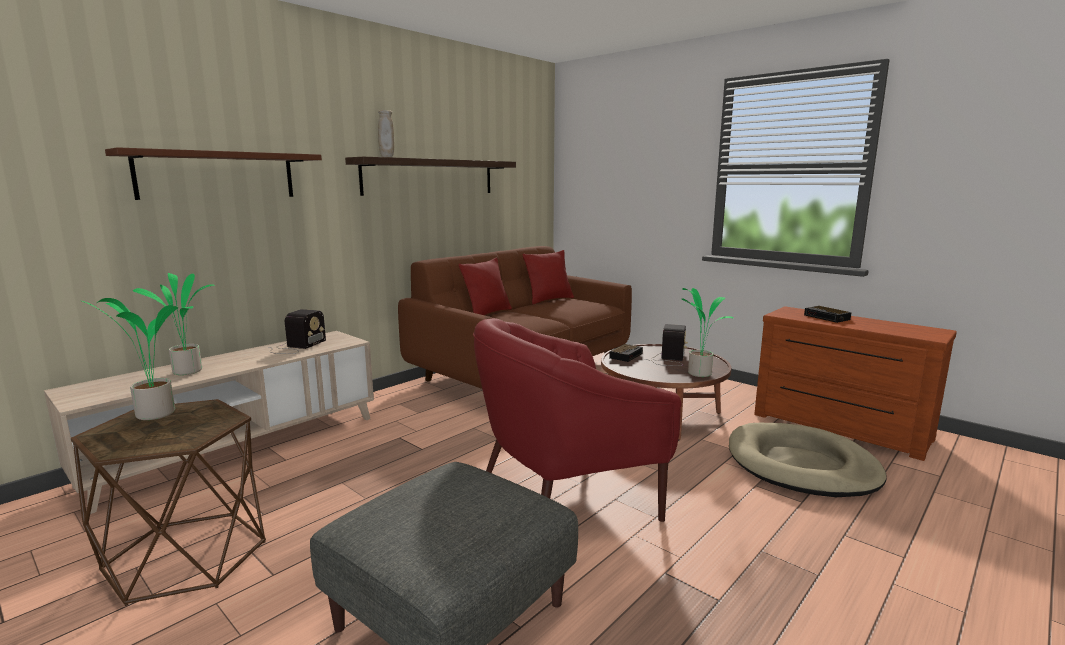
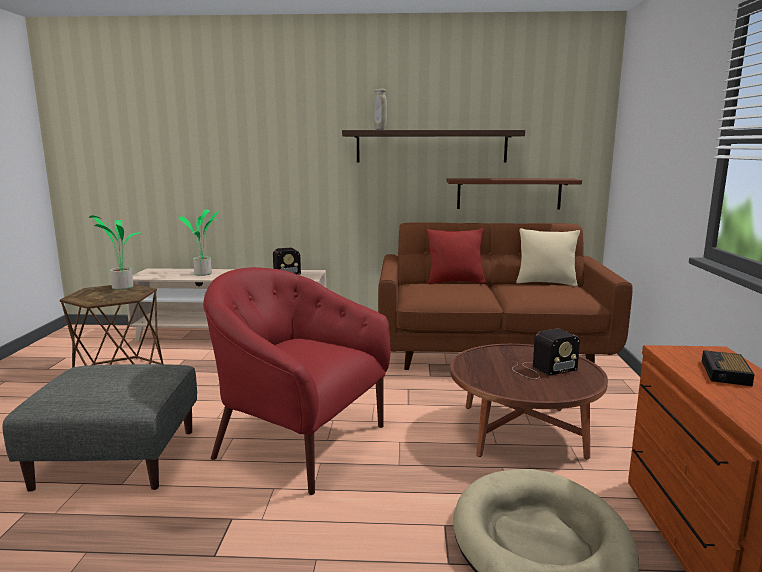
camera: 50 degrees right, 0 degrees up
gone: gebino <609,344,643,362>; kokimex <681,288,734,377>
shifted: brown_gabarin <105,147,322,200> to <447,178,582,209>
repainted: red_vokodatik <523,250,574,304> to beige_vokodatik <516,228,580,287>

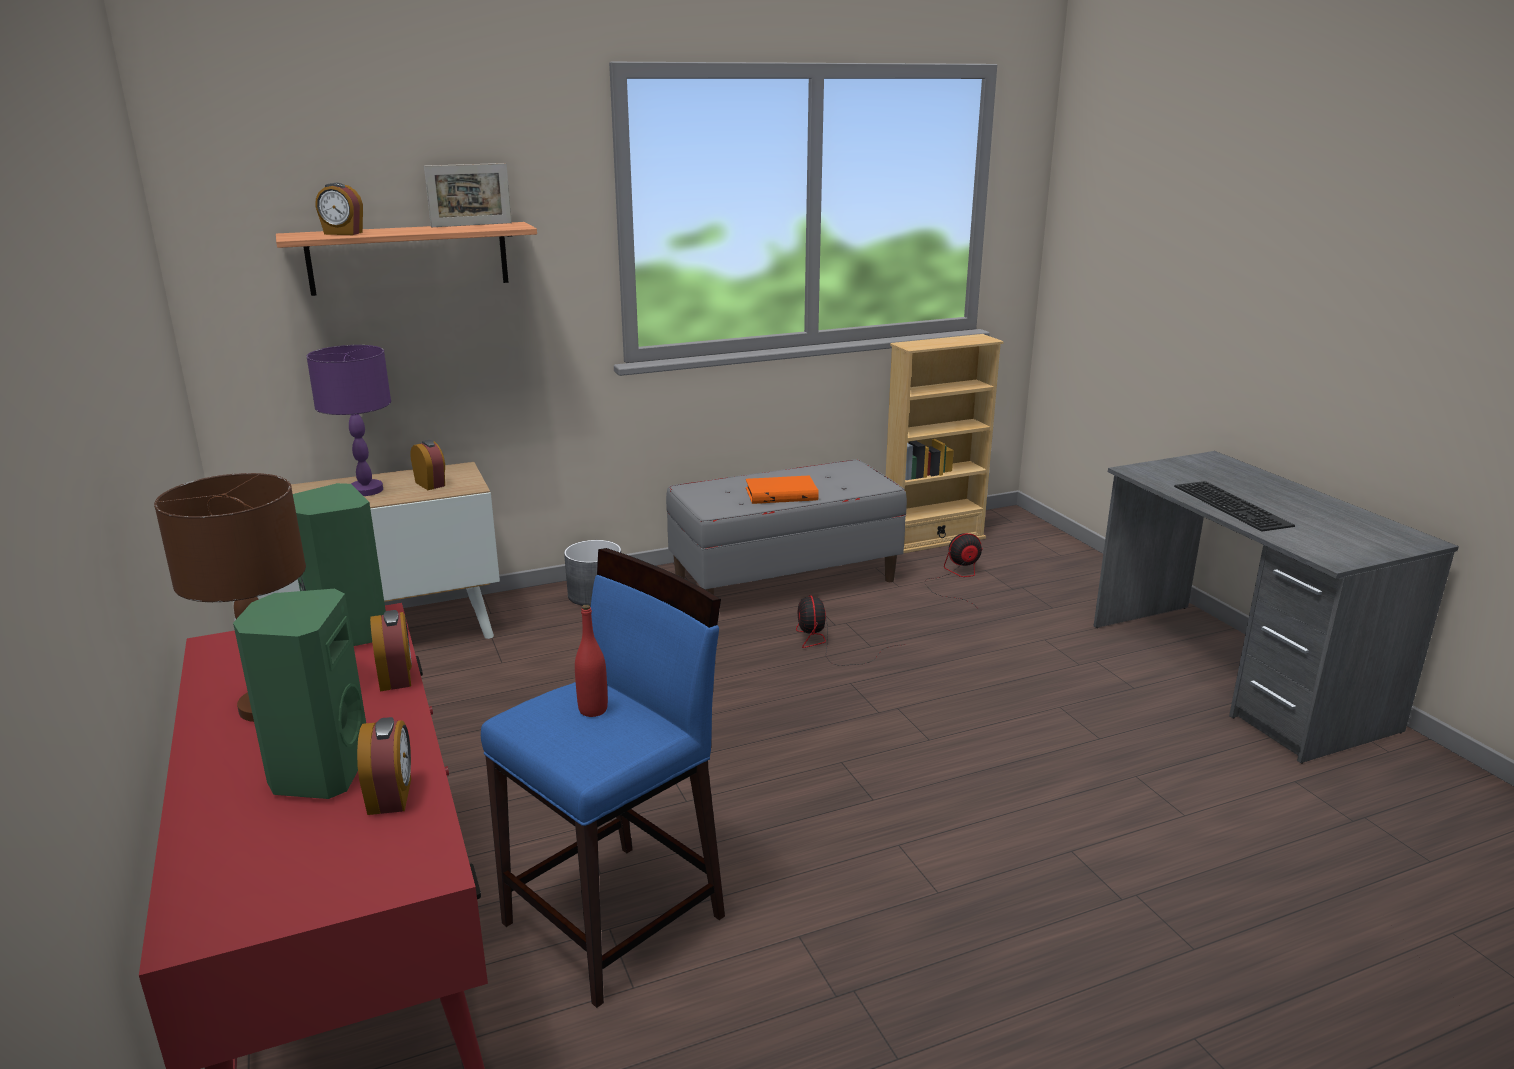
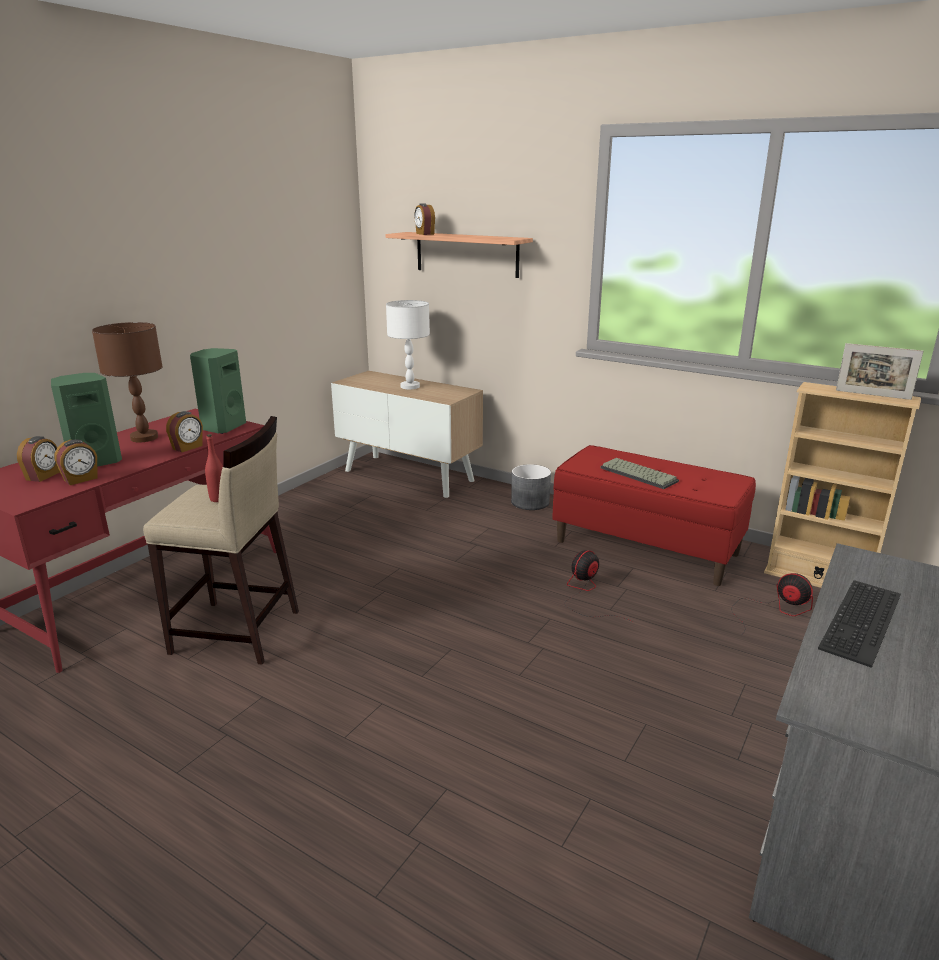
camera: 55 degrees right, 0 degrees up
shifted: gebino <410,440,445,490> to <17,436,60,482>; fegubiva <424,163,512,227> to <836,343,923,400>
swapped: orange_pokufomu <746,475,819,504> to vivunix <600,458,679,489>
repainted: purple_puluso <306,345,391,496> to white_puluso <386,300,430,389>; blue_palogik <481,548,725,1008> to beige_palogik <143,416,299,665>; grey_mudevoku <666,459,907,595> to red_mudevoku <552,445,756,586>

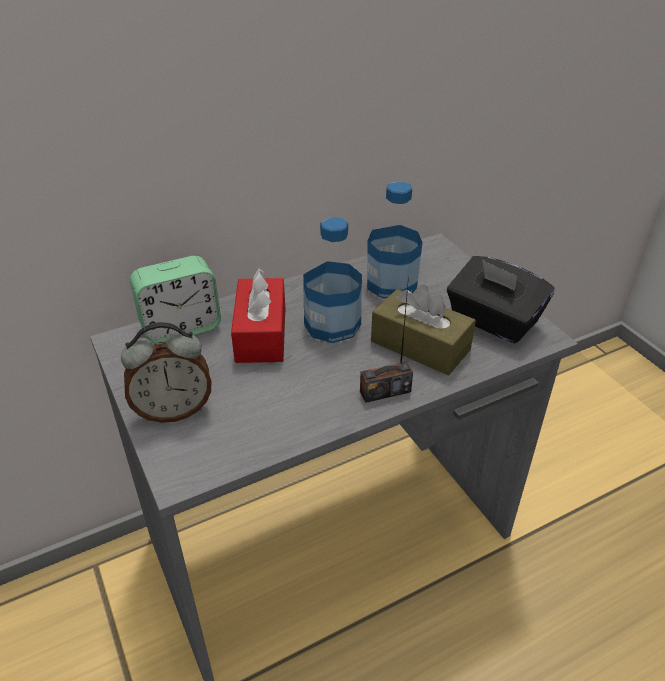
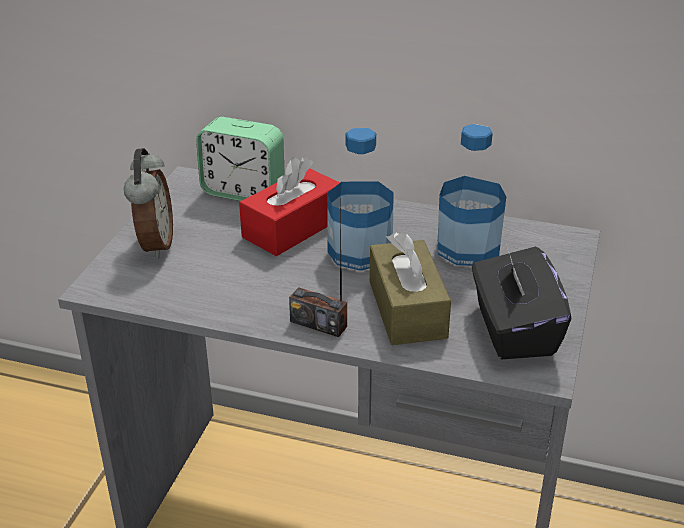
camera: 45 degrees right, 5 degrees down
rotated: gebino <121,322,212,423> = <124,148,173,259> 120 degrees counterclockwise

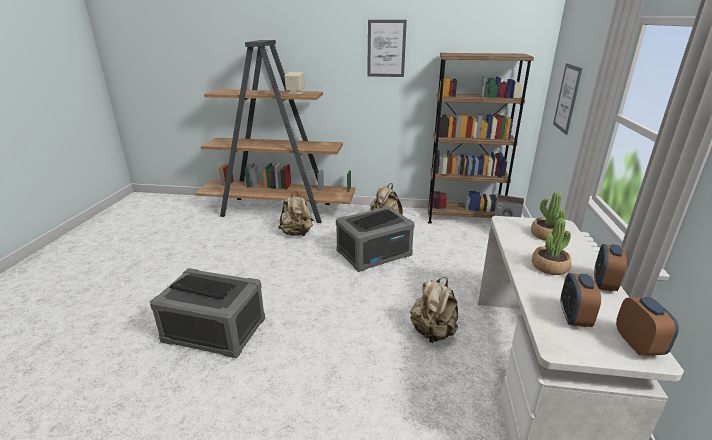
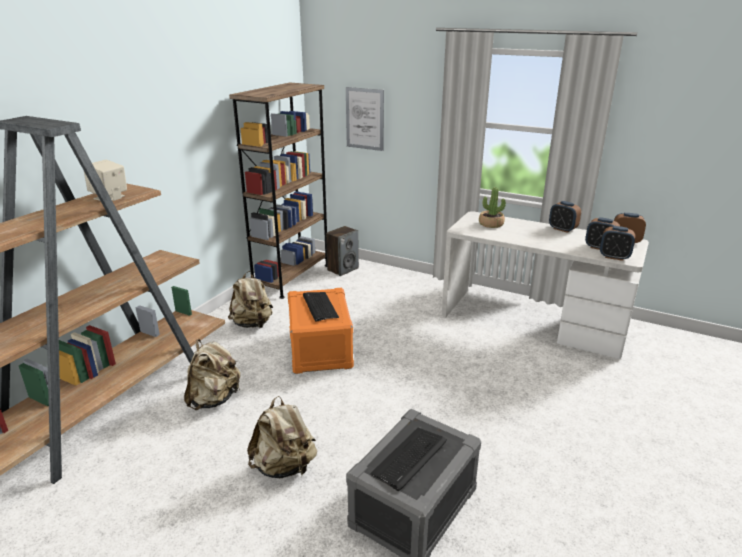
camera: 70 degrees left, 0 degrees up
gone: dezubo <367,20,407,77>; kokimex <532,218,571,275>
new: gebino <600,226,635,261>
shifted: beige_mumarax <410,277,458,343> to <247,396,317,478>
repainted: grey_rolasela <336,206,415,272> to orange_rolasela <288,288,354,374>

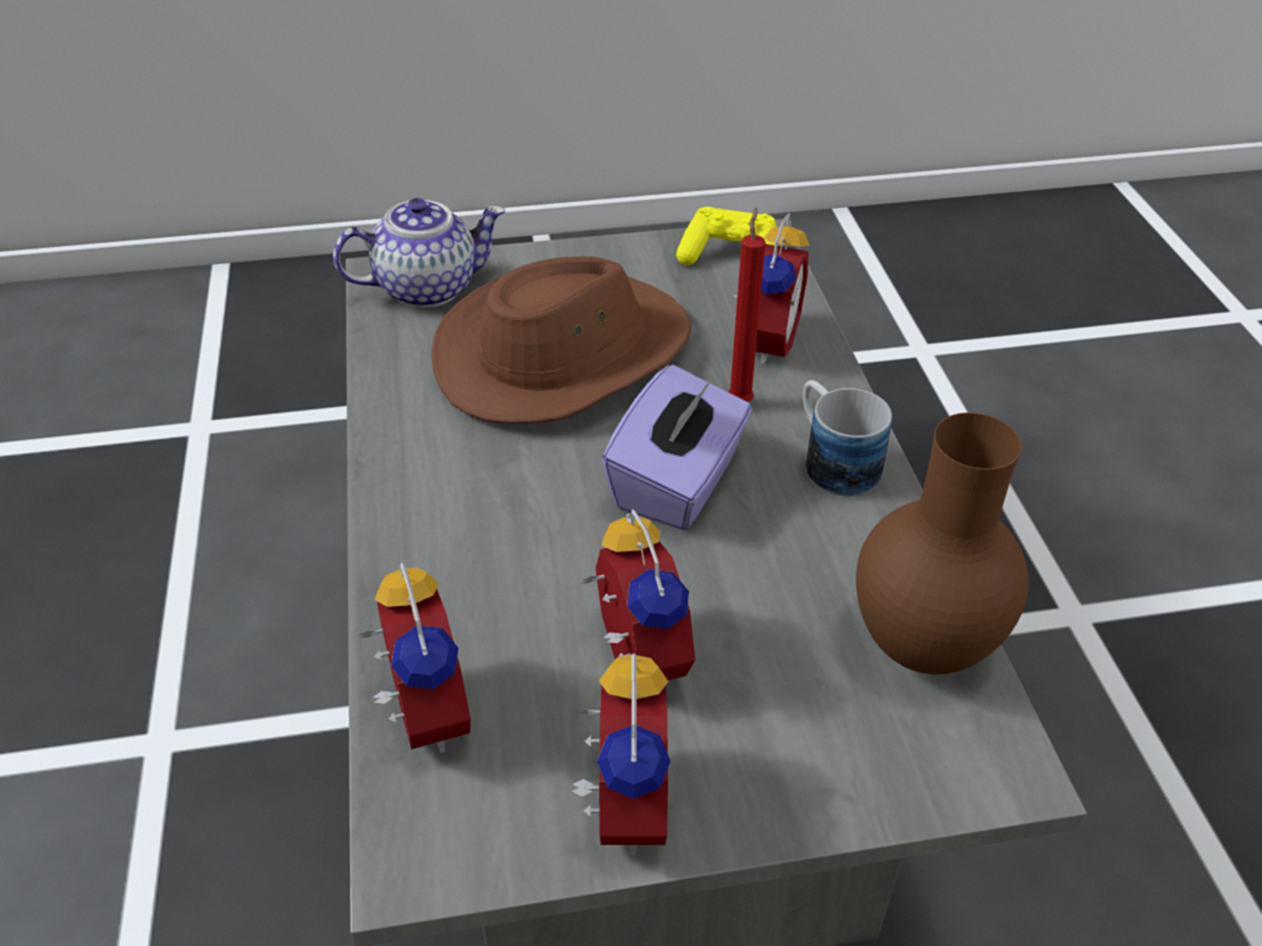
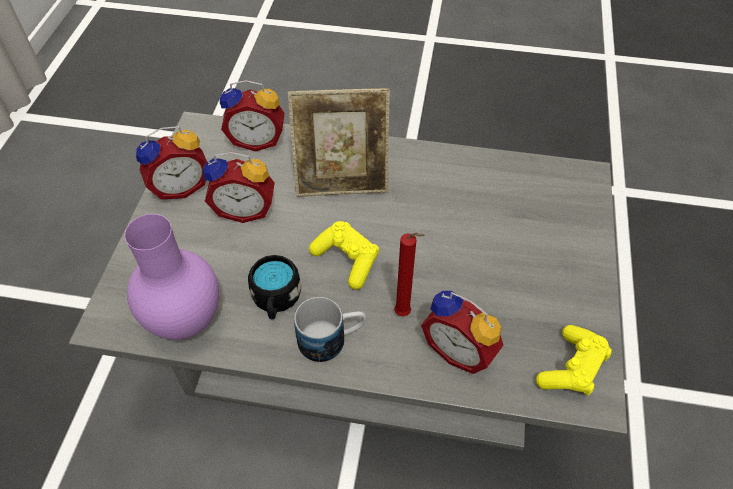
camera: 110 degrees right, 10 degrees up
gone: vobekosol <333,198,505,308>; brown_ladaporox <432,256,691,424>
new: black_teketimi <248,255,301,320>; fegubiva <288,88,390,197>
swapped: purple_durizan <602,365,752,531> to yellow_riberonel <309,221,379,290>
repainted: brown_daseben <856,413,1028,674> to purple_daseben <125,214,219,340>
rotated: gebino <571,653,671,855> = <136,126,207,199> 45 degrees counterclockwise

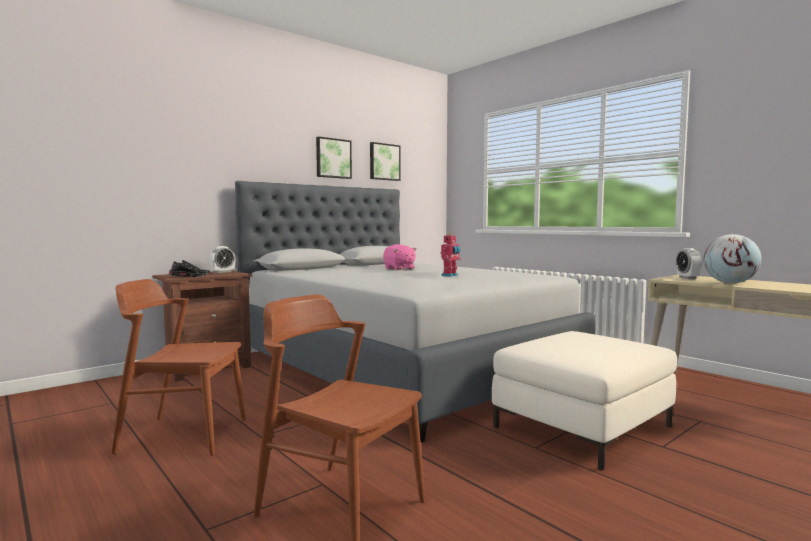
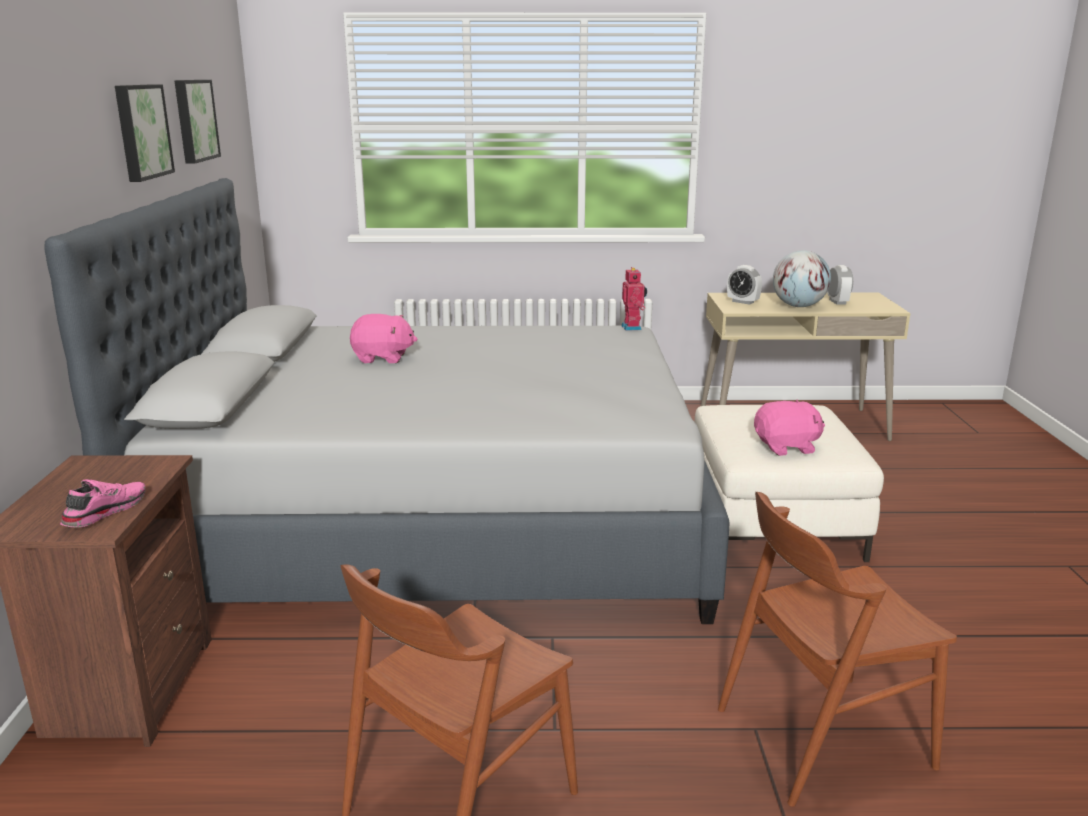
camera: 50 degrees left, 15 degrees up
new: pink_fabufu <754,400,825,456>
shifted: gebino <210,246,235,273> to <827,265,853,305>; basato <441,233,461,277> to <621,267,647,331>
repainted: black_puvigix <168,260,210,277> to pink_puvigix <60,479,146,527>

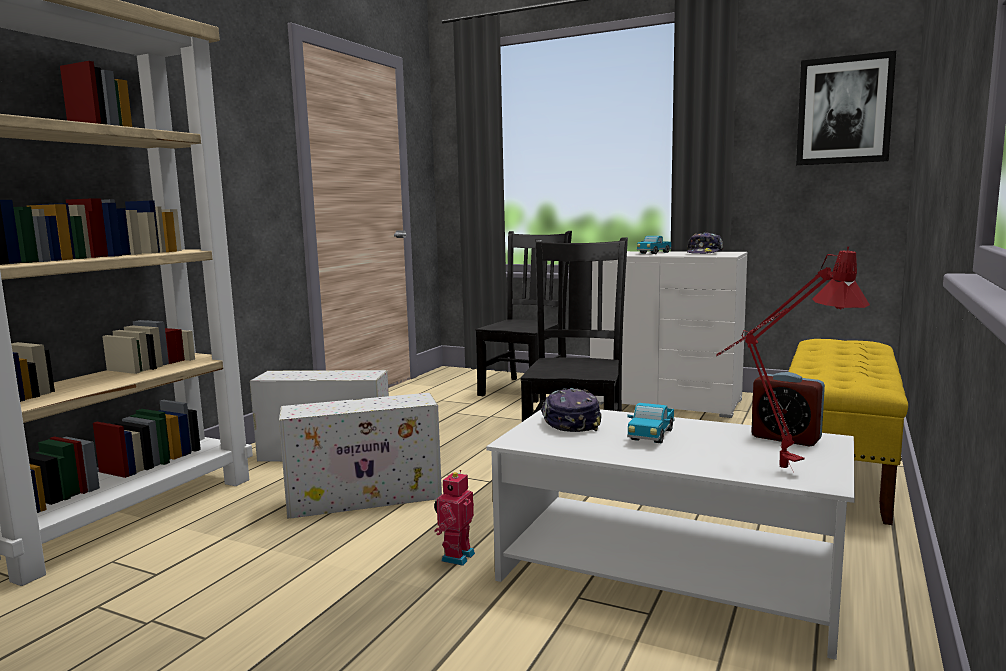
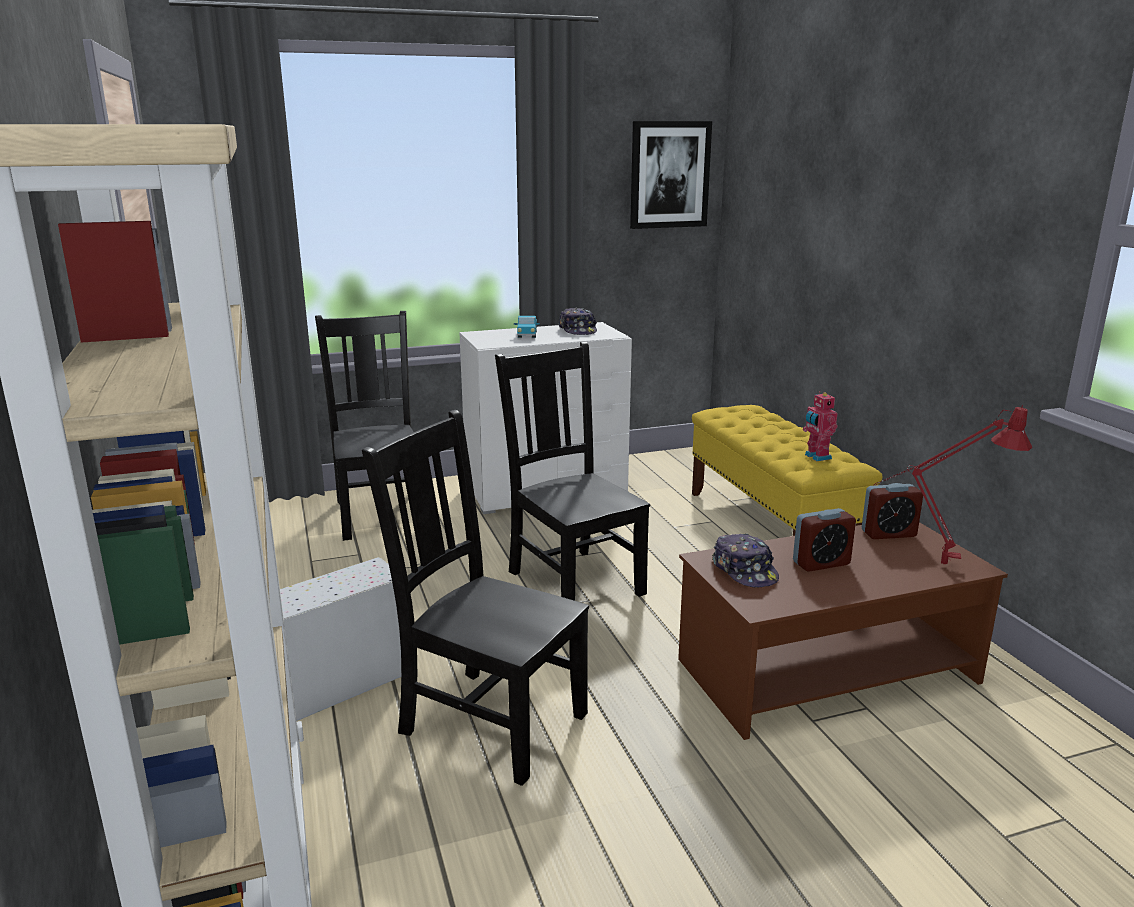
camera: 45 degrees left, 10 degrees up
shifted: basato <434,470,475,566> to <803,391,837,461>
swapped: white_rolasela <279,393,442,519> to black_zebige <362,410,589,786>; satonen <627,403,674,444> to gebino <793,508,856,572>
repainted: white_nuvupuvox <486,409,855,660> to brown_nuvupuvox <678,522,1008,740>
rotated: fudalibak <541,388,602,432> = <712,534,779,587> 150 degrees counterclockwise

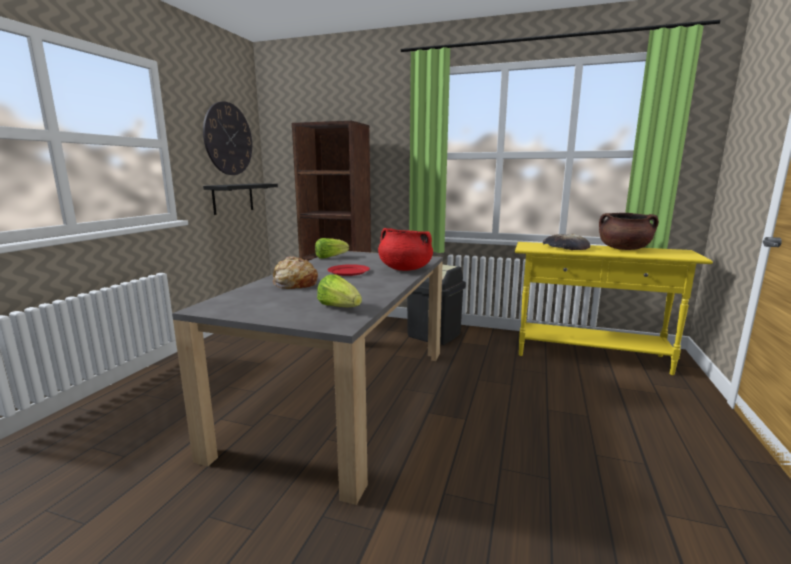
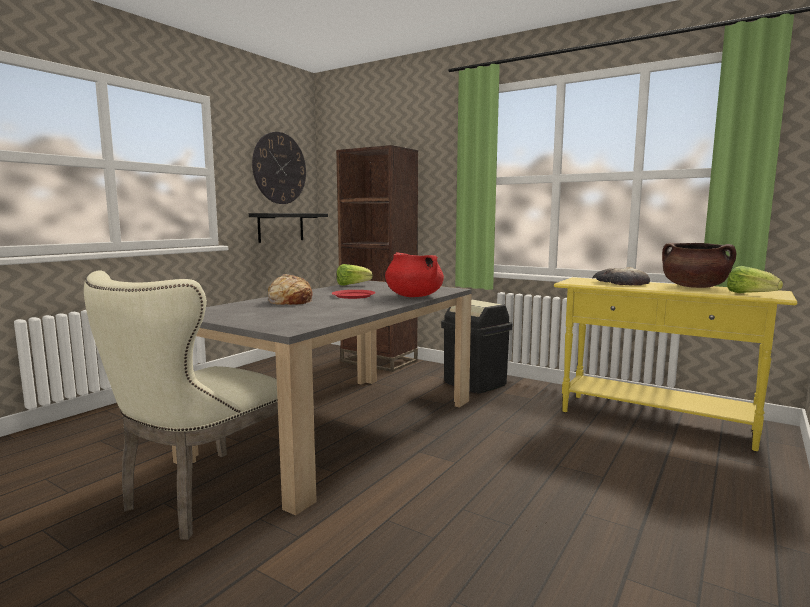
camera: 15 degrees right, 5 degrees down
new: beige_zebige <84,270,278,540>
shifted: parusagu <317,274,362,307> to <727,266,783,293>

